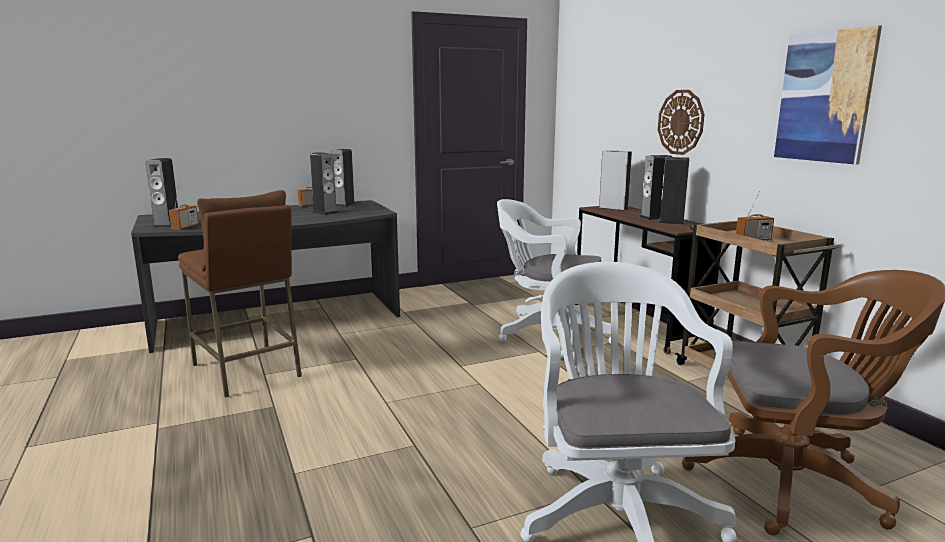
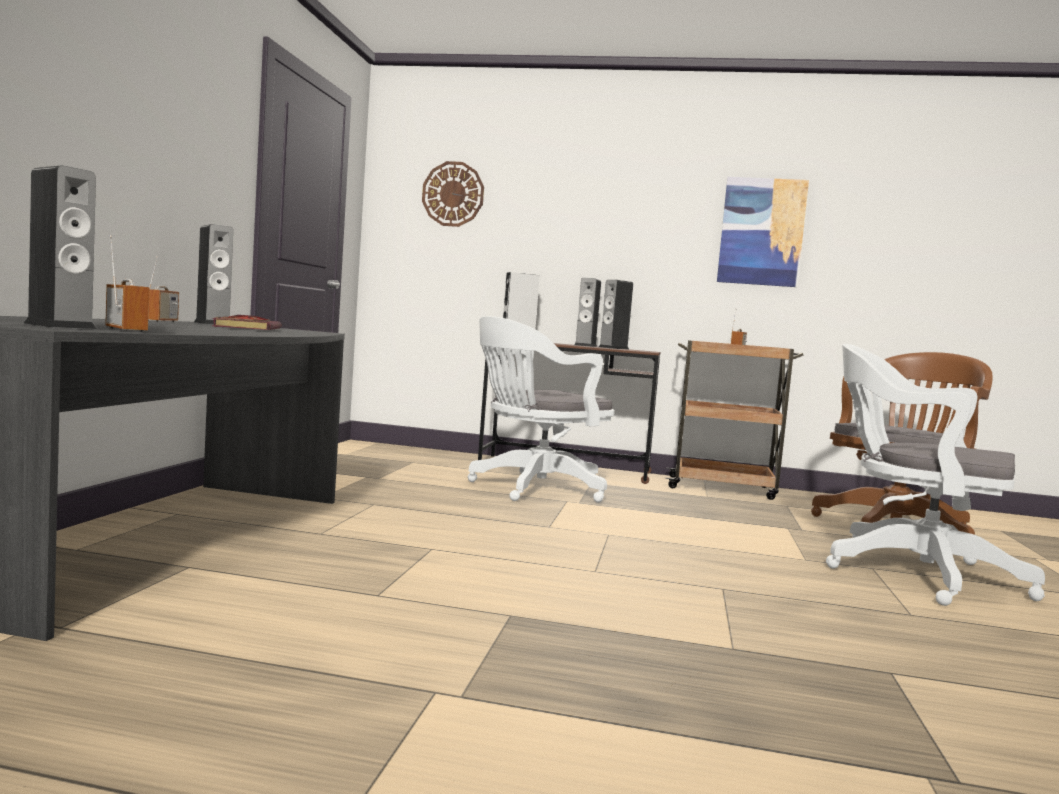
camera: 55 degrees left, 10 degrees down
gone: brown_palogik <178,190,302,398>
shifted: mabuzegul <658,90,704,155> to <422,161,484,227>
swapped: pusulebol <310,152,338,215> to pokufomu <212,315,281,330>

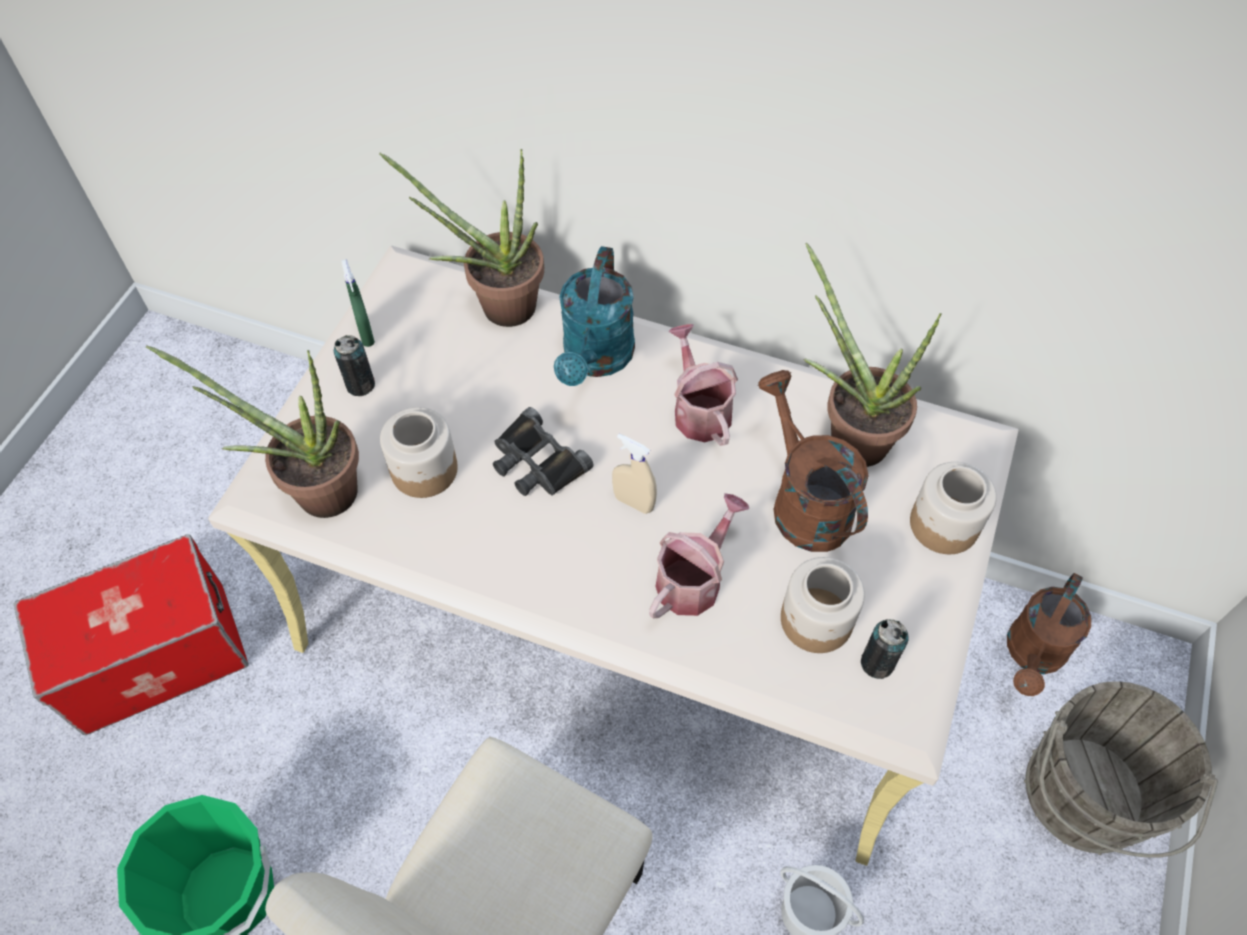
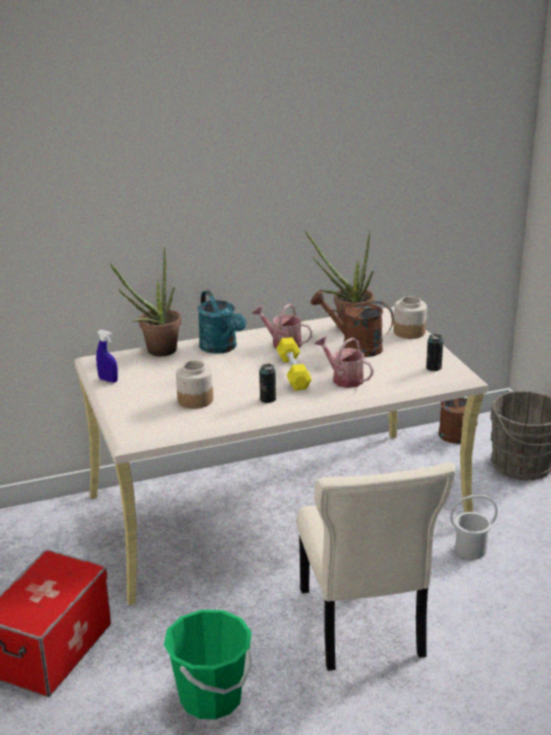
camera: 40 degrees left, 30 degrees down
gone: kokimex <146,345,359,518>; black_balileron <493,407,593,496>; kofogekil <781,557,865,653>
shifted: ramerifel <334,335,375,396> to <259,364,276,403>
swapped: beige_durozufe <612,433,657,514> to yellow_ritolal <276,337,312,391>
repainted: green_durozufe <341,259,375,347> to blue_durozufe <96,330,118,383>
rotated: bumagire <649,493,749,618> = <315,336,374,388> 45 degrees counterclockwise

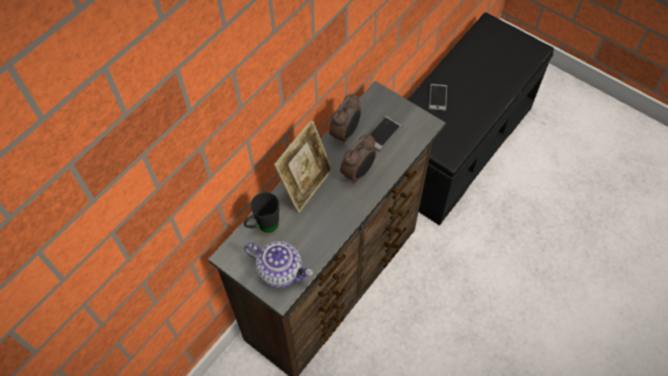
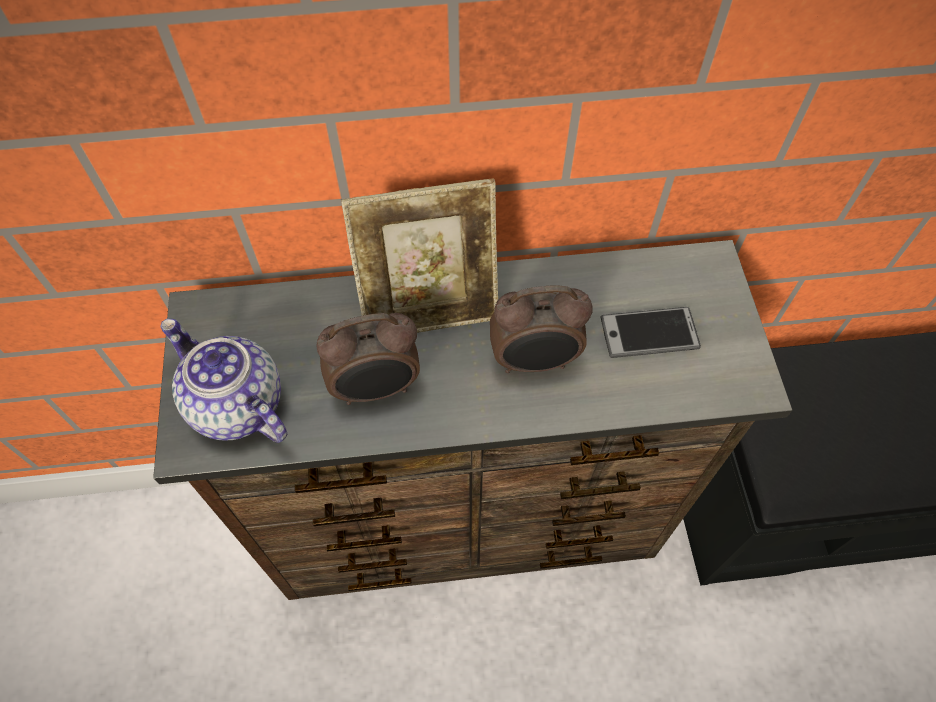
camera: 45 degrees right, 0 degrees up
gone: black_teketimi <244,192,279,233>; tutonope <429,84,447,111>
shifted: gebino <329,93,361,144> to <316,313,420,405>
rotated: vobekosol <244,241,313,288> = <160,319,287,443> 150 degrees clockwise

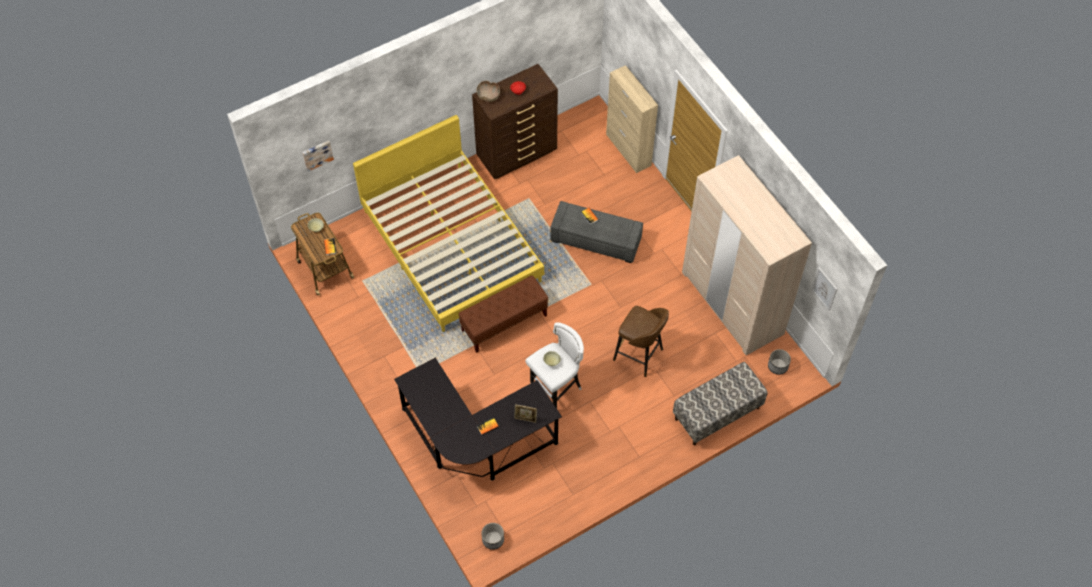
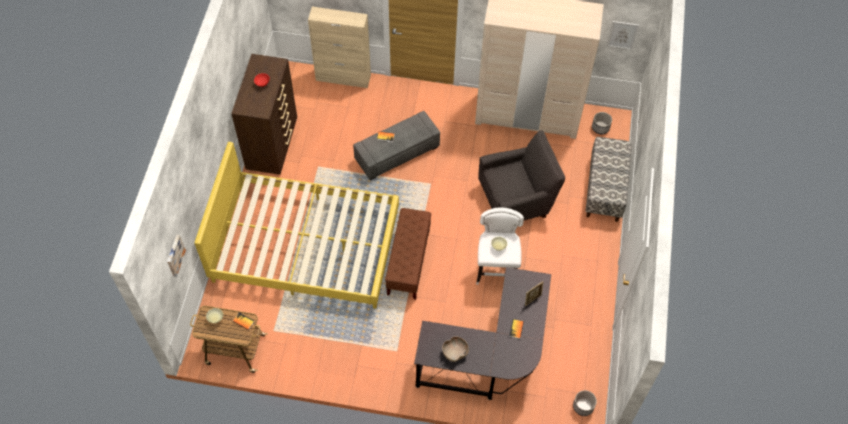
camera: 50 degrees left, 0 degrees up
shifted: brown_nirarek <477,81,500,102> to <442,336,469,362>
swapped: brown_palogik <613,306,669,377> to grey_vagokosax <478,130,565,220>

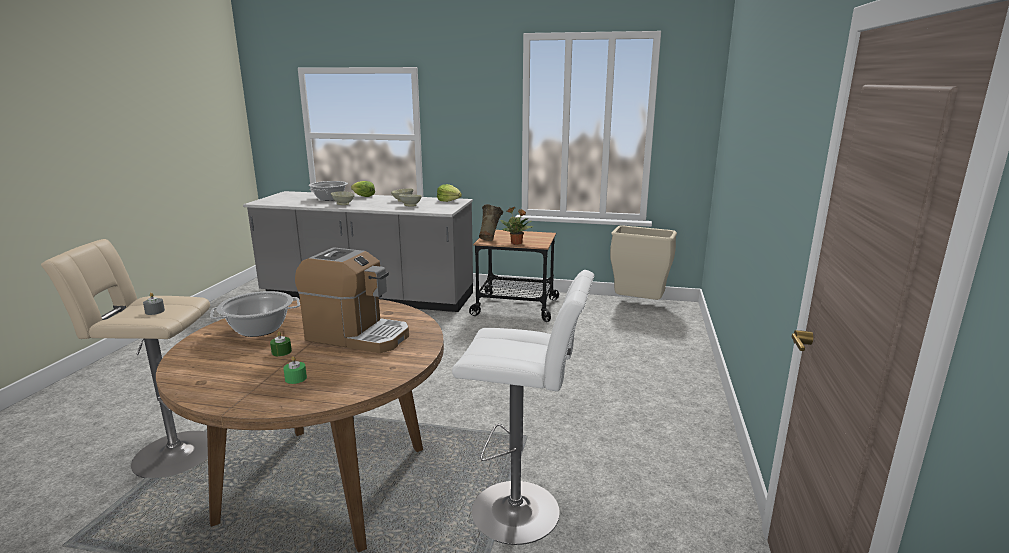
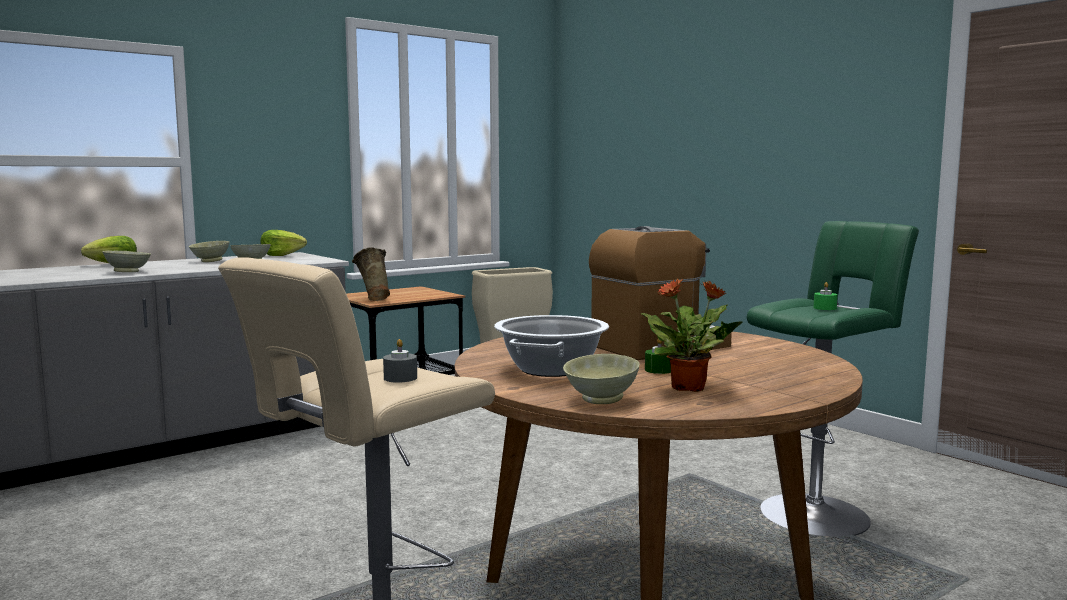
camera: 50 degrees left, 10 degrees down
gone: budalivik <309,181,348,201>
new: beige_nirarek <563,354,640,404>
shifted: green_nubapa <283,356,307,384> to <813,282,837,310>; kokimex <500,207,533,245> to <641,278,743,392>
repainted: white_palogik <452,270,594,545> to green_palogik <747,221,919,536>

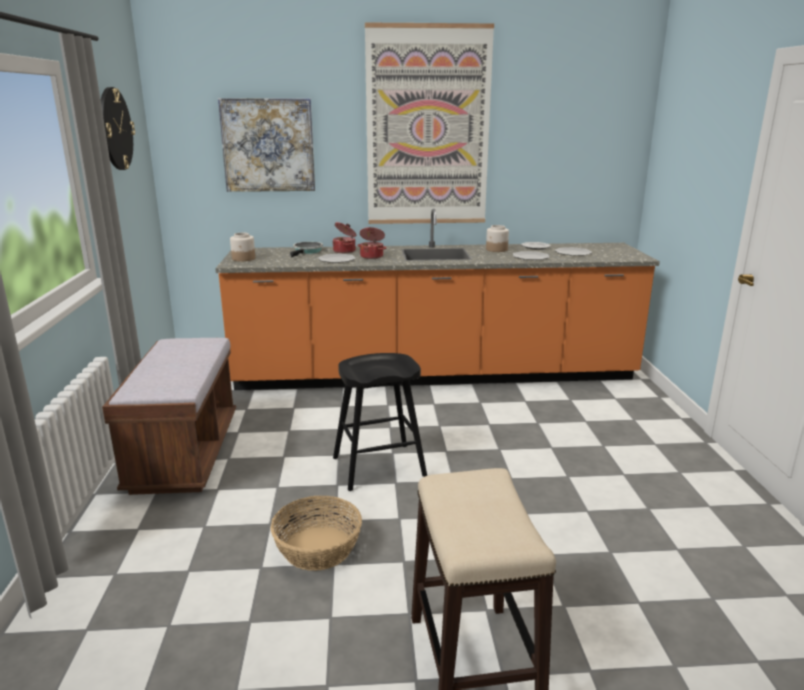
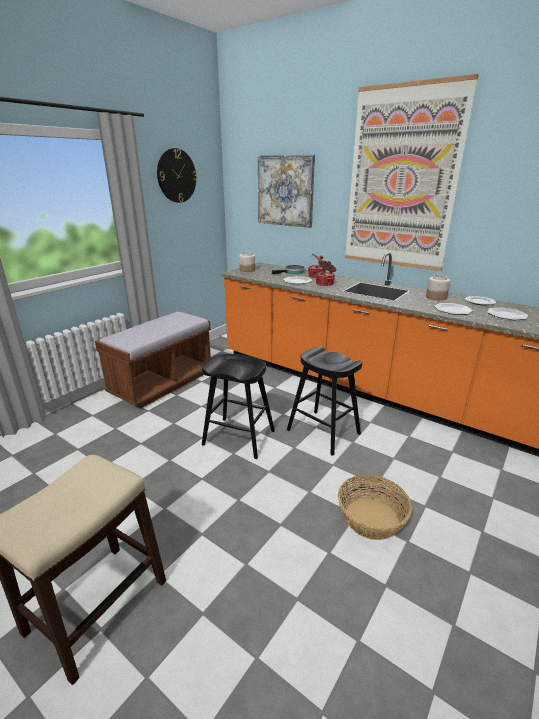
camera: 40 degrees right, 5 degrees up
new: black_palogik <287,346,362,456>
shifted: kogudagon <270,496,362,571> to <338,475,412,540>

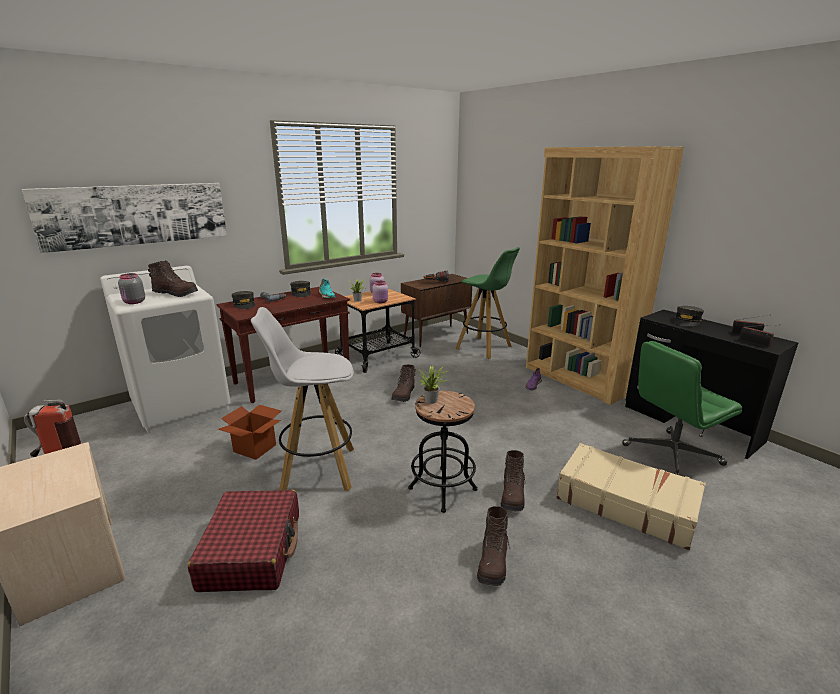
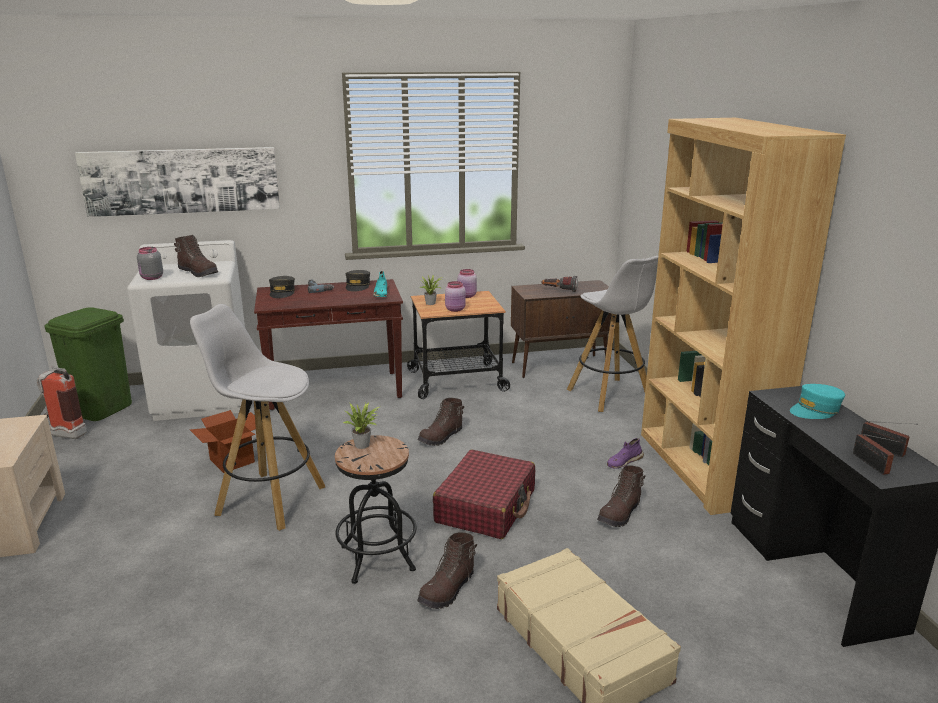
camera: 25 degrees right, 0 degrees up
gone: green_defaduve <622,341,742,475>
new: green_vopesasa <44,307,132,421>
shifted: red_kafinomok <188,490,299,592> to <433,450,535,539>; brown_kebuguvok <477,506,510,586> to <597,465,646,527>
repainted: green_palogik <455,247,520,359> to white_palogik <567,256,658,412>; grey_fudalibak <674,306,704,327> to turquoise_fudalibak <790,384,845,419>

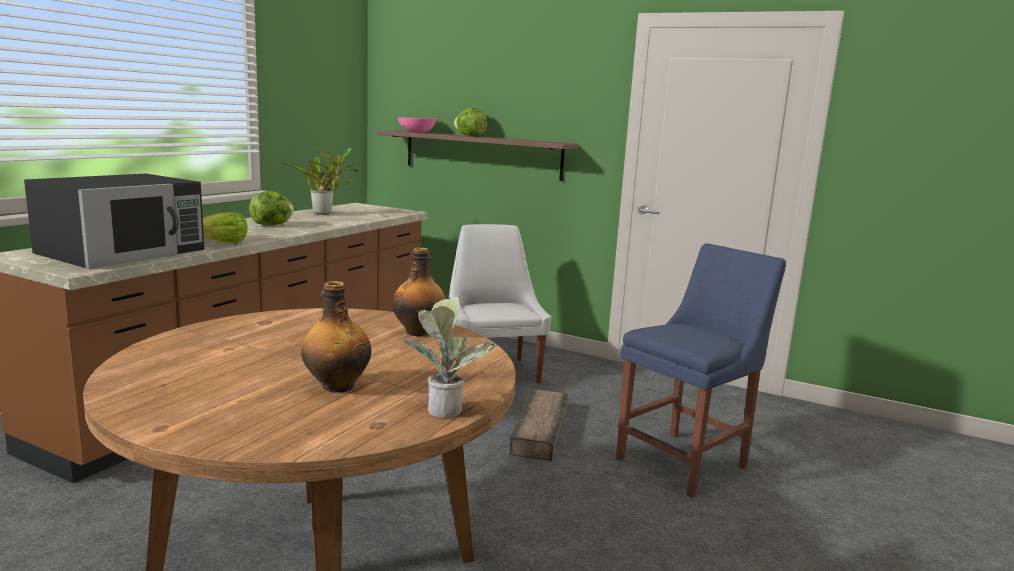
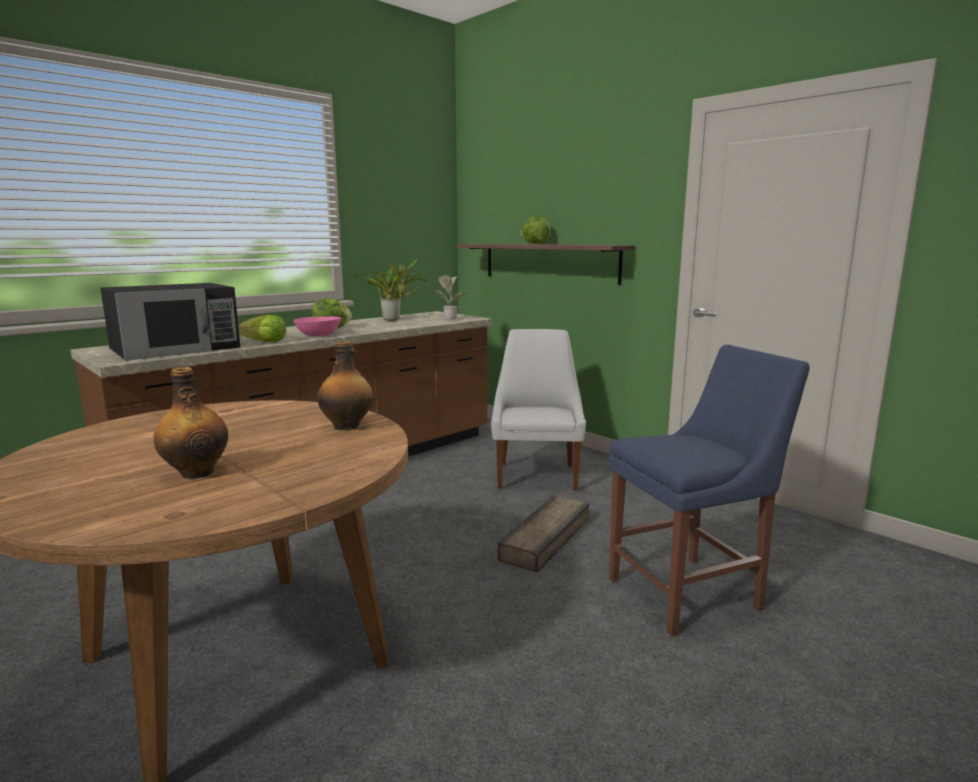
camera: 20 degrees right, 0 degrees up
shifted: pink_nirarek <398,118,437,132> to <293,316,341,337>; kokimex <404,297,496,418> to <435,275,467,320>

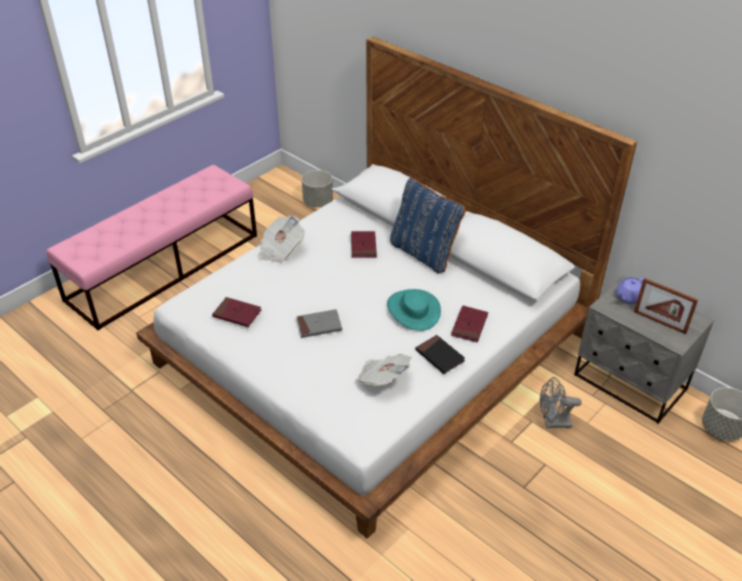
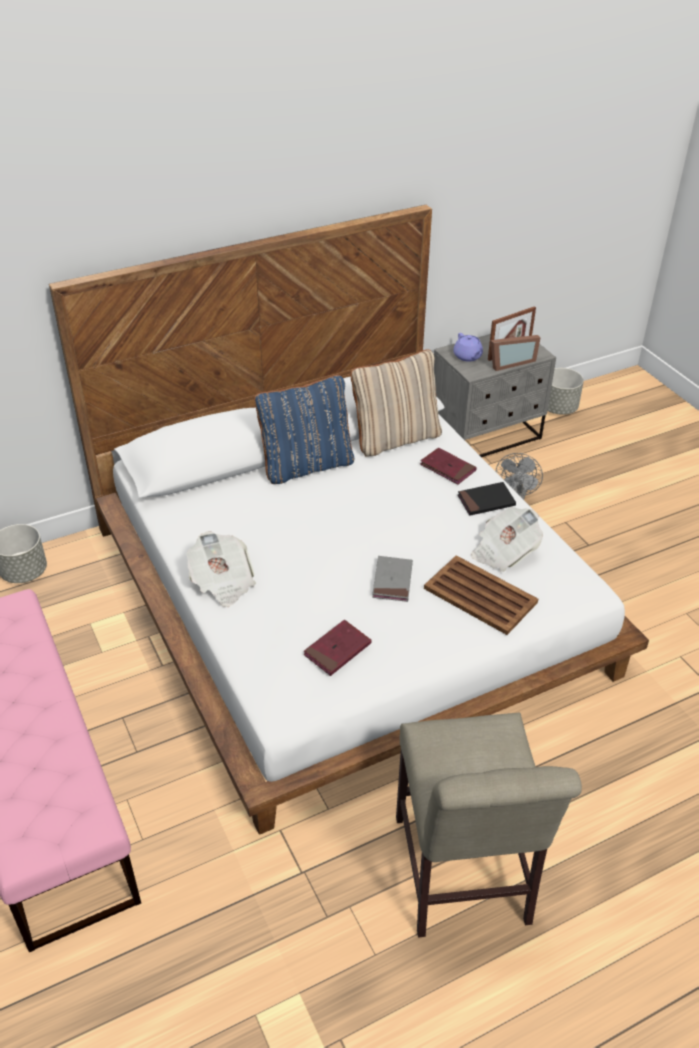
camera: 70 degrees left, 0 degrees up
gone: red_pokufomu <351,231,377,258>; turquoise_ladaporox <387,289,441,331>
new: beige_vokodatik <351,349,442,457>; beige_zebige <396,712,582,938>; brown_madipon <424,555,538,635>; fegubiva <491,335,541,371>

